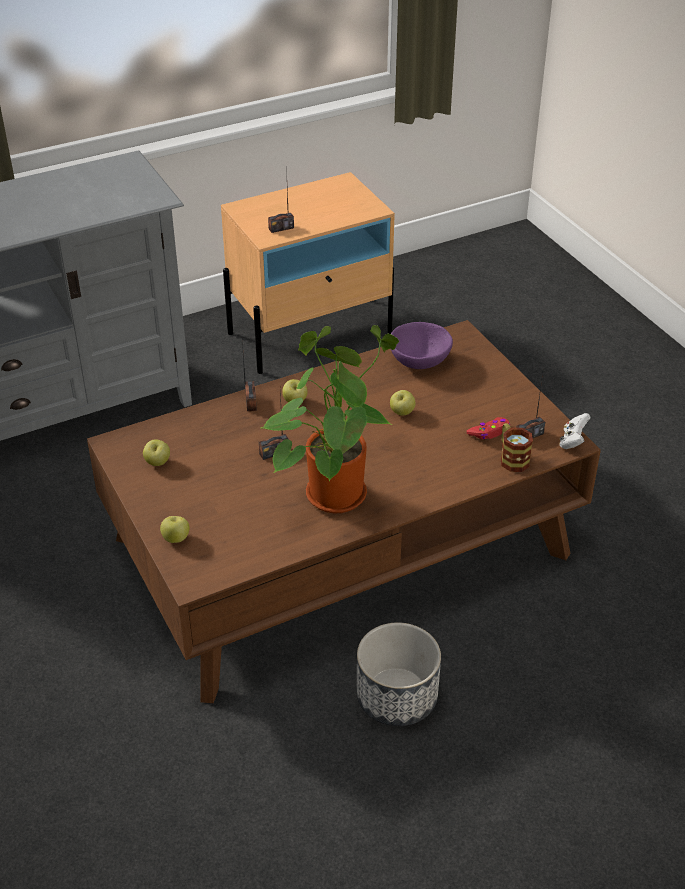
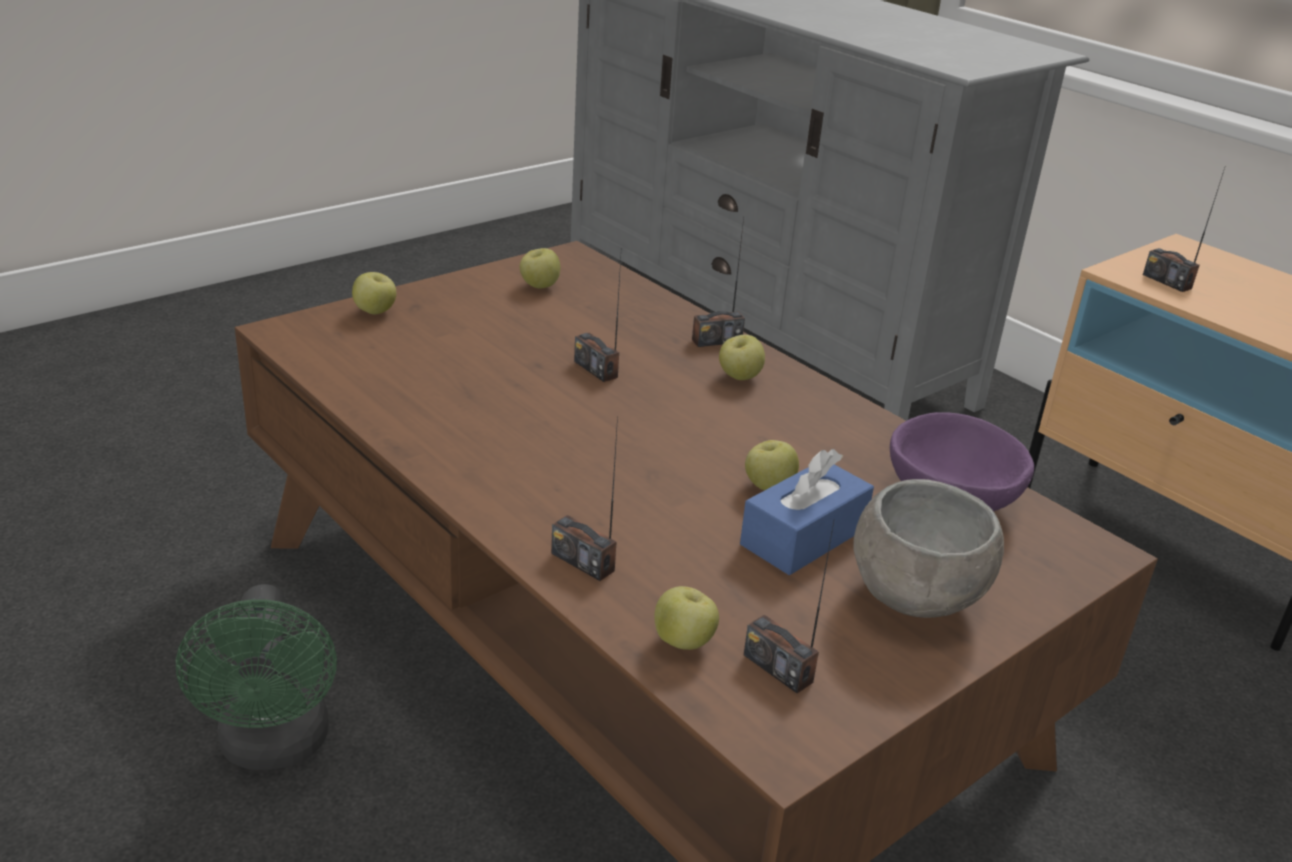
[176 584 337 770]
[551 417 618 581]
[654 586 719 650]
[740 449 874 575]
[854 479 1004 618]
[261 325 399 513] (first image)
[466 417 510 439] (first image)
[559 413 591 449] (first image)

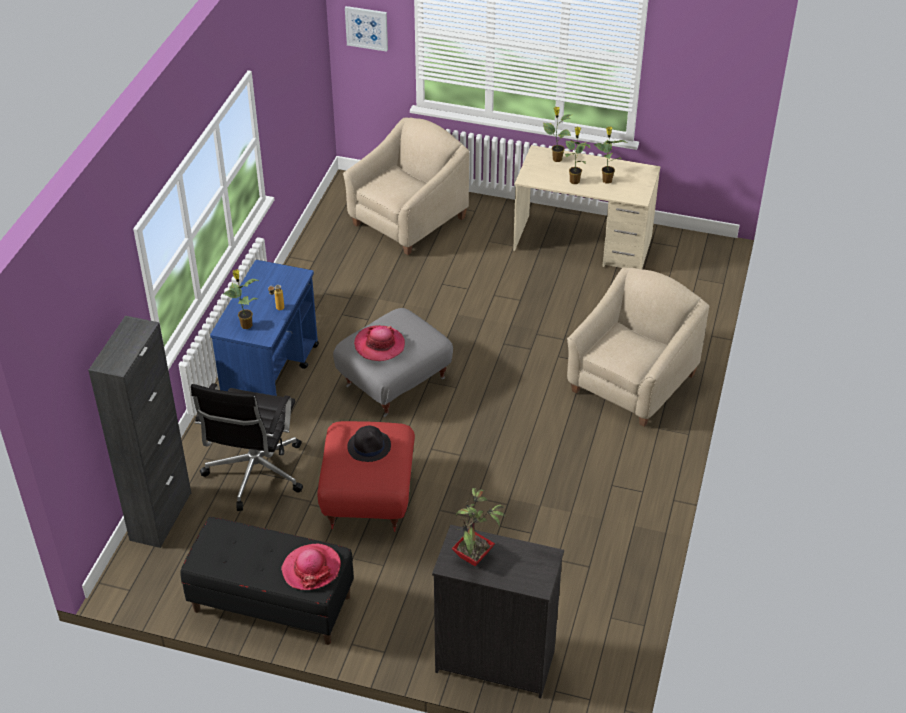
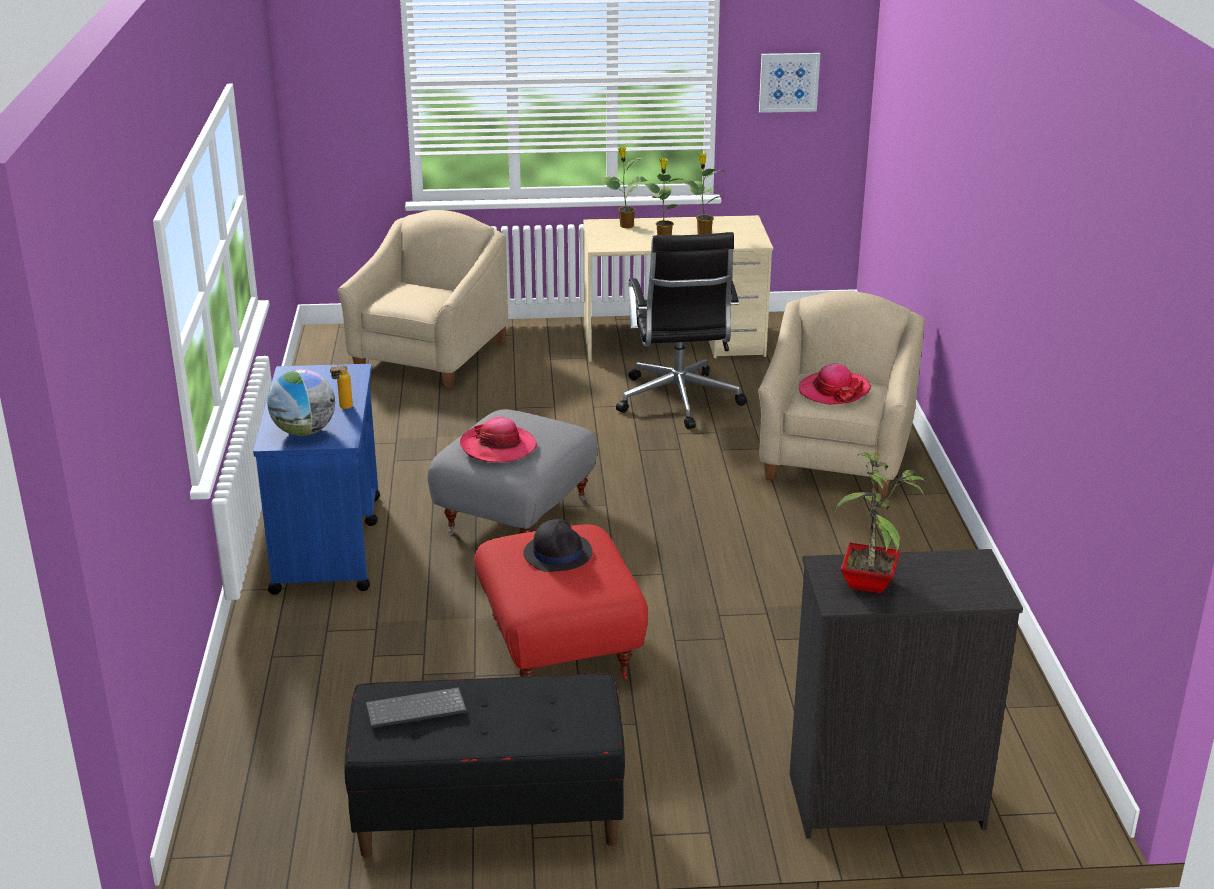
[267 369 335 436]
[366 687 466 728]
[616 232 747 429]
[759 53 820 113]
[799 363 871 405]
[88 316 191 548] (first image)

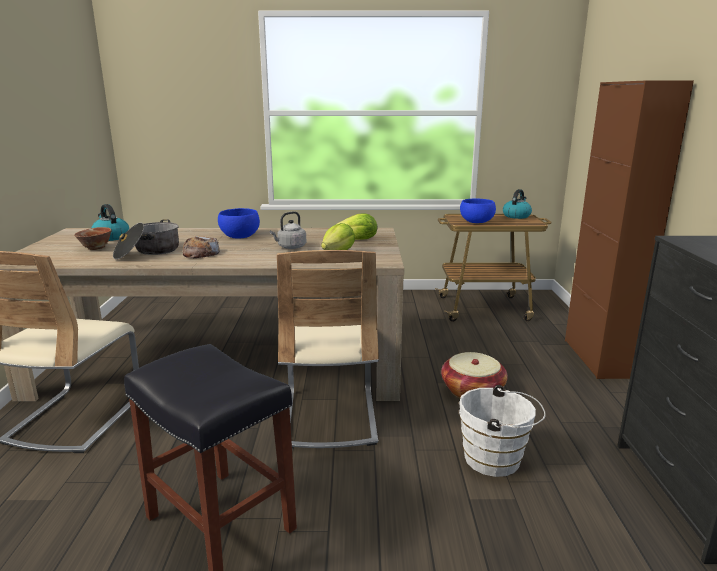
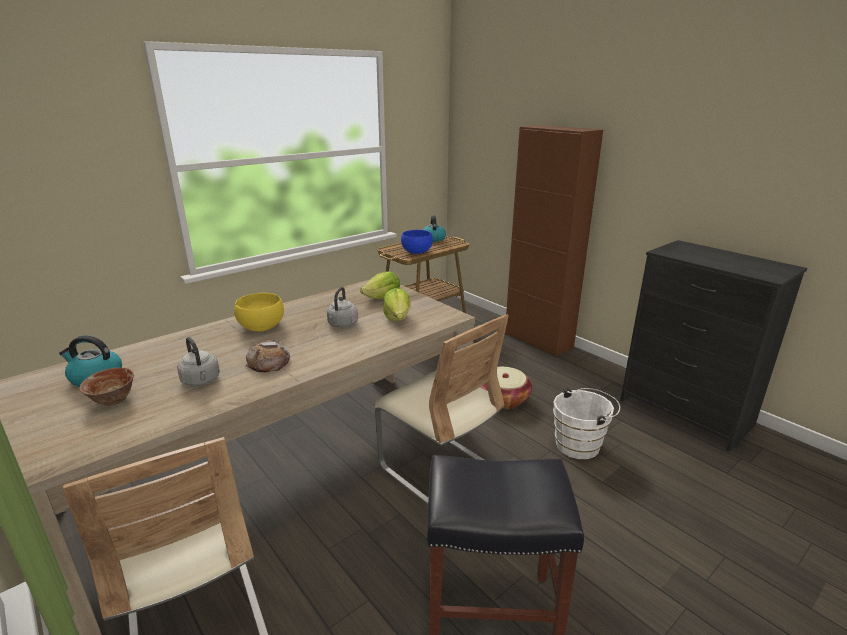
[177 337 220 386]
[234 293 284 332]

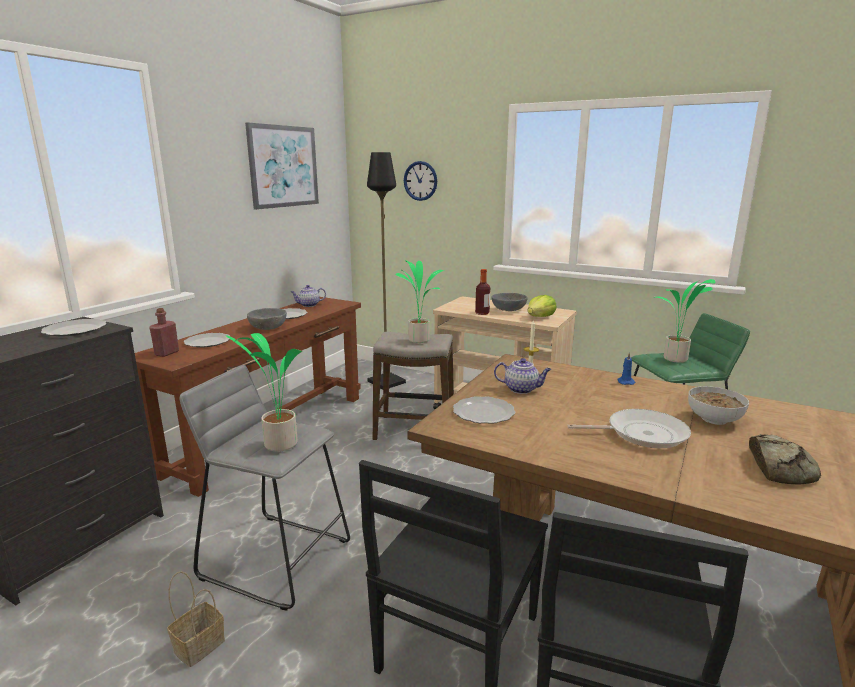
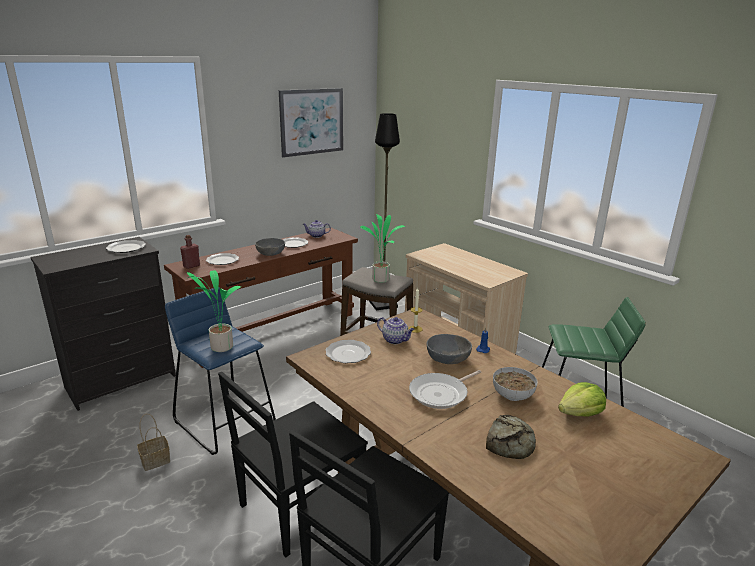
[165 287 276 455]
[409 370 481 409]
[426 334 472 364]
[558 382 606 417]
[404 161 437 201] (first image)
[475 269 490 315] (first image)
[656 279 715 363] (first image)

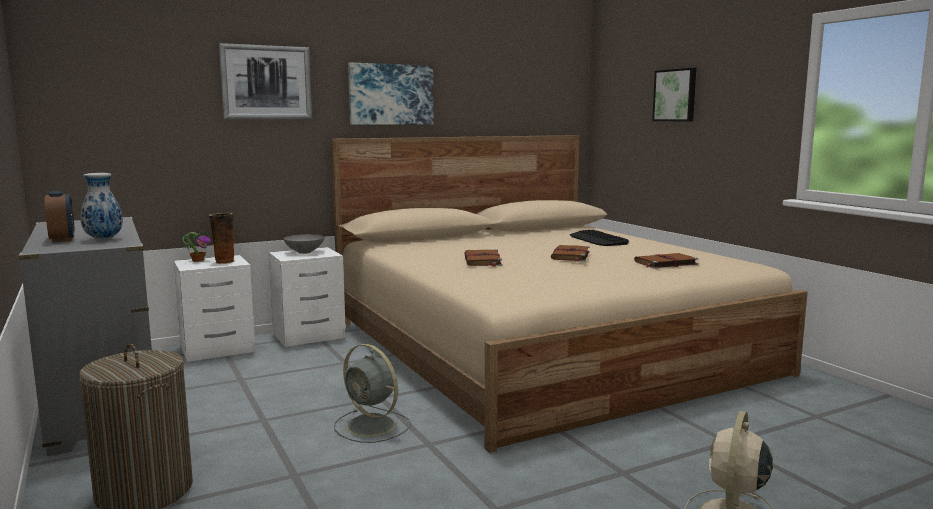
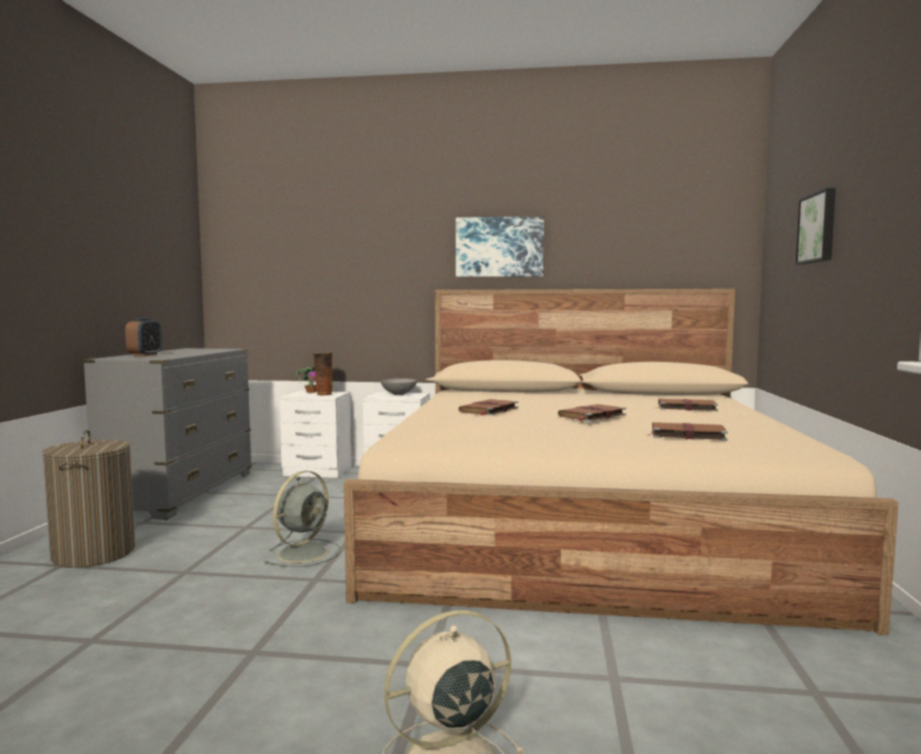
[264 471 341 567]
[658 399 718 411]
[80 173 123 240] (first image)
[219 43 312 119] (first image)

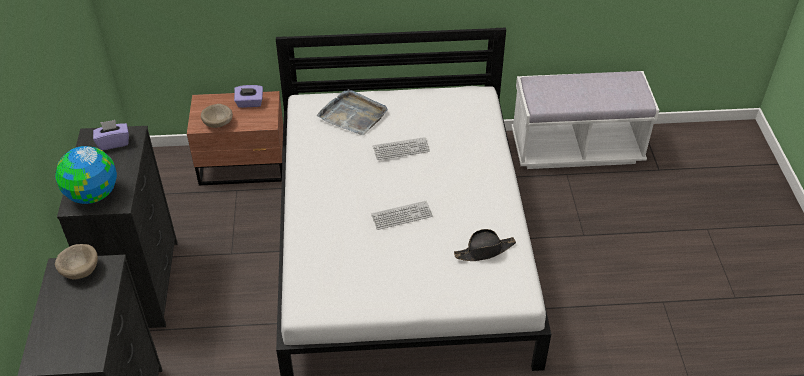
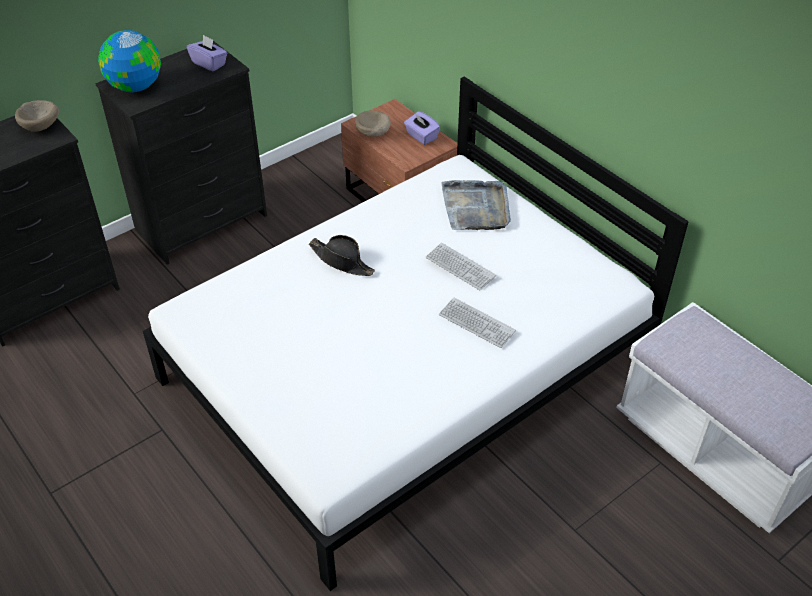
[309 235 375 276]
[439 298 516 348]

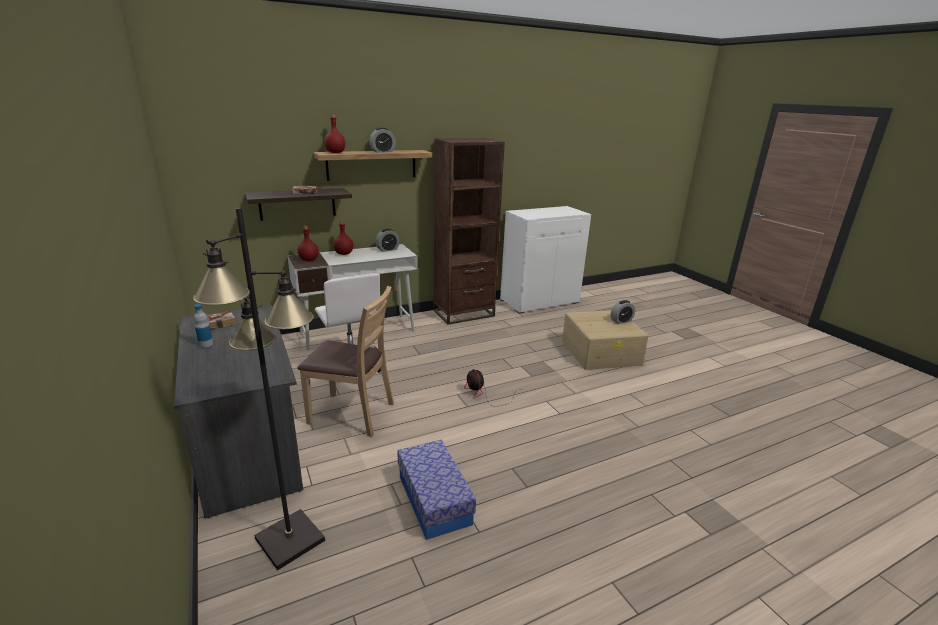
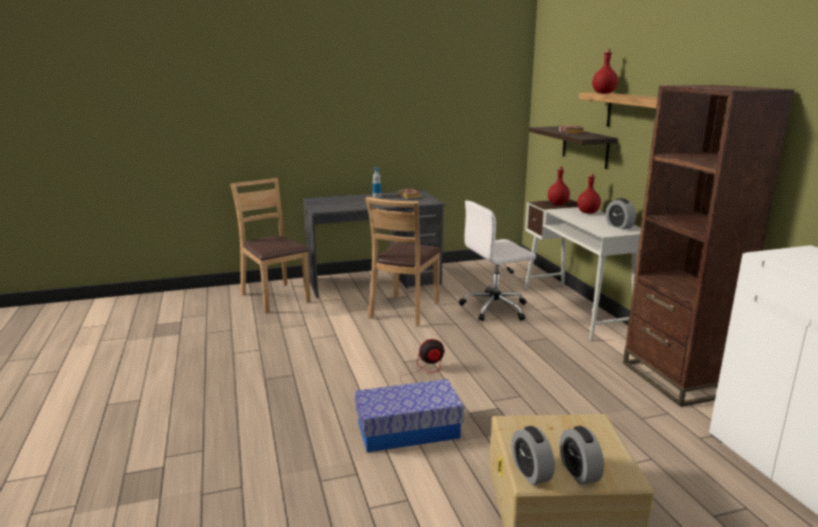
[230 178 311 313]
[355 379 464 452]
[511 426 555 485]

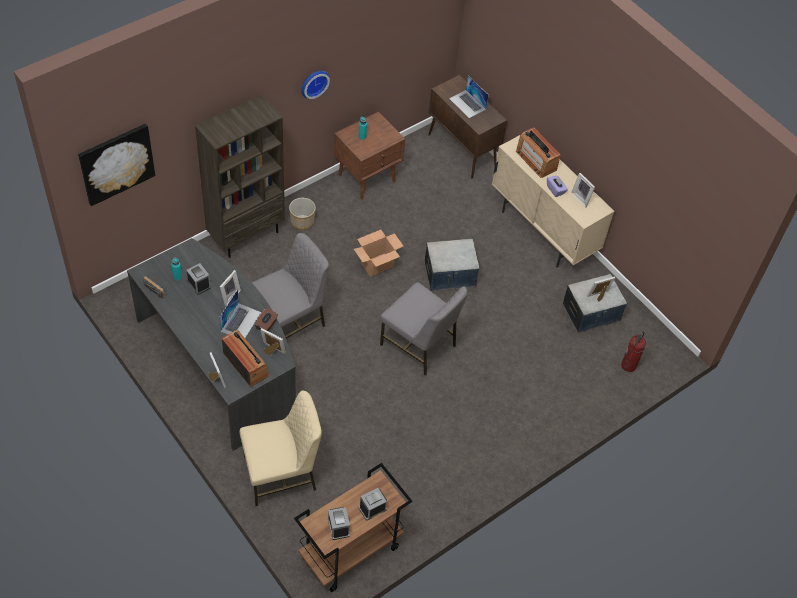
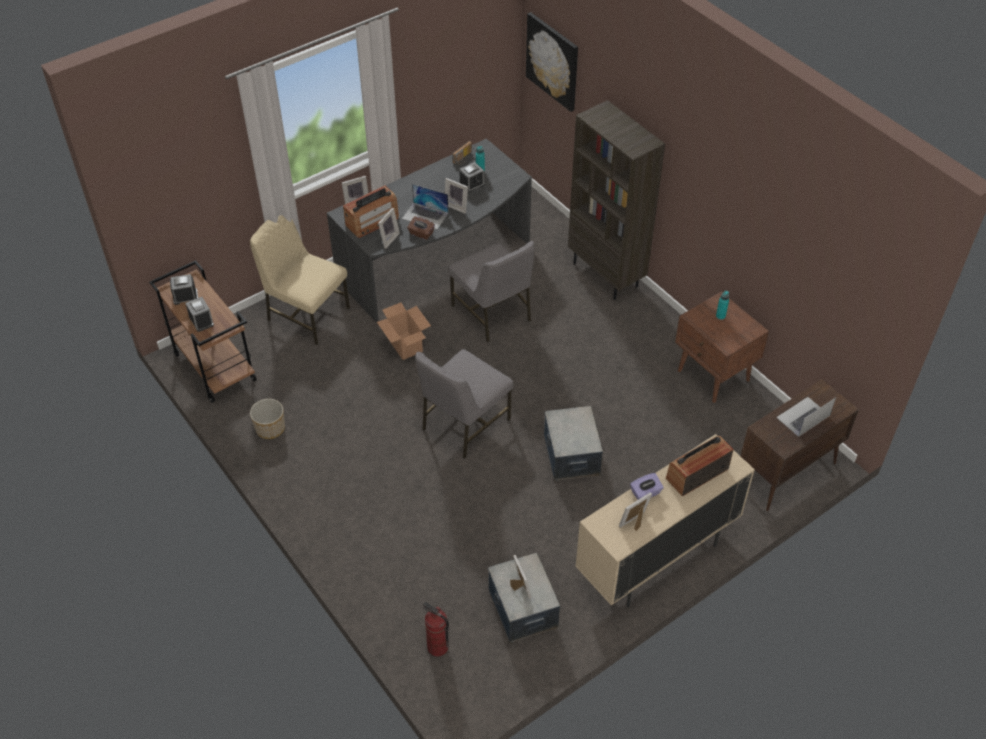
[250 215 350 345]
[250 399 285 439]
[377 303 431 360]
[301 71 330 99] (first image)

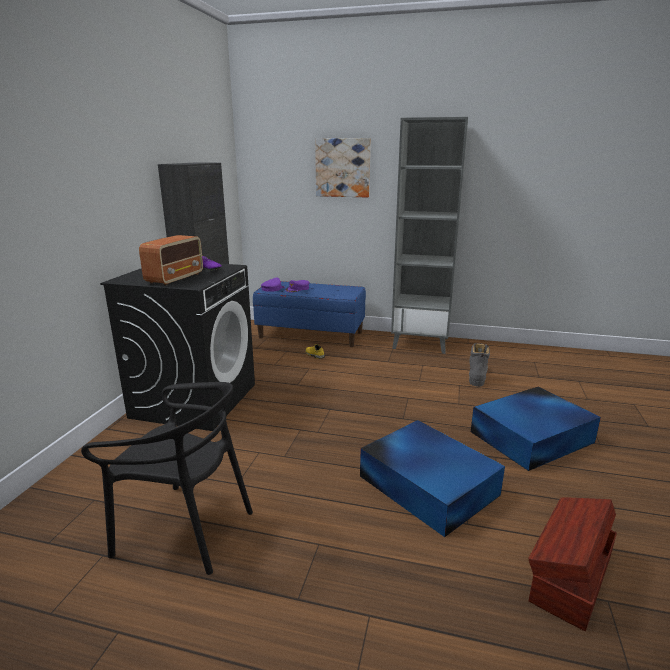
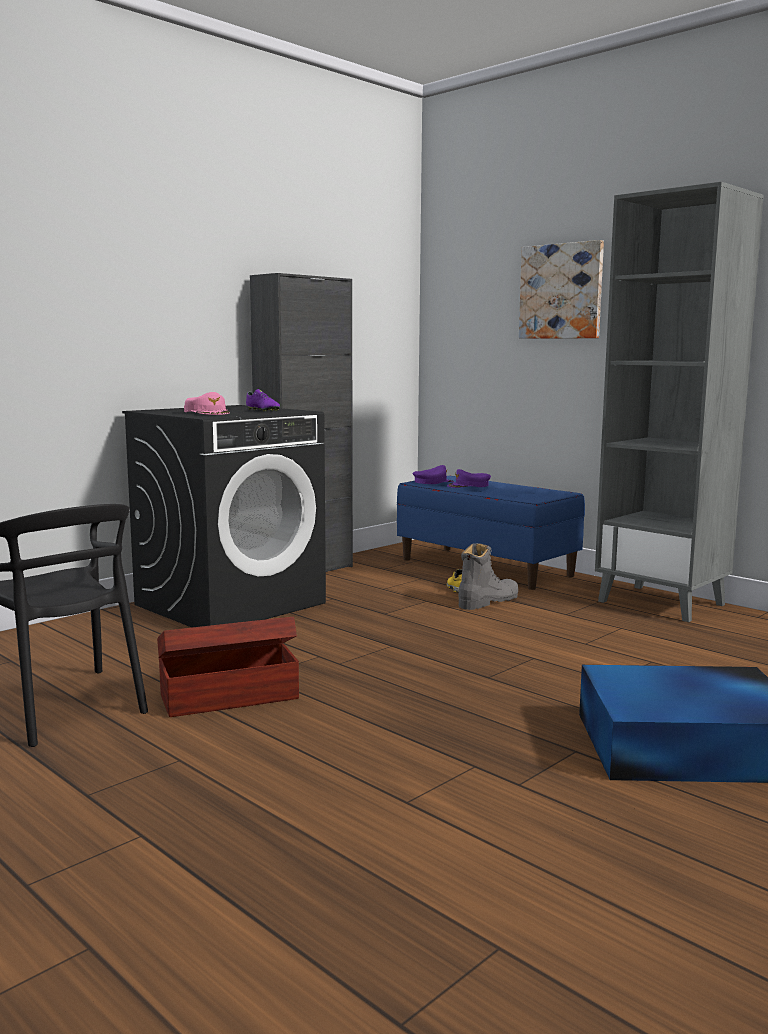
[157 617 299 717]
[184 392 230 415]
[458 543 518 610]
[360 420 505 537] (first image)

